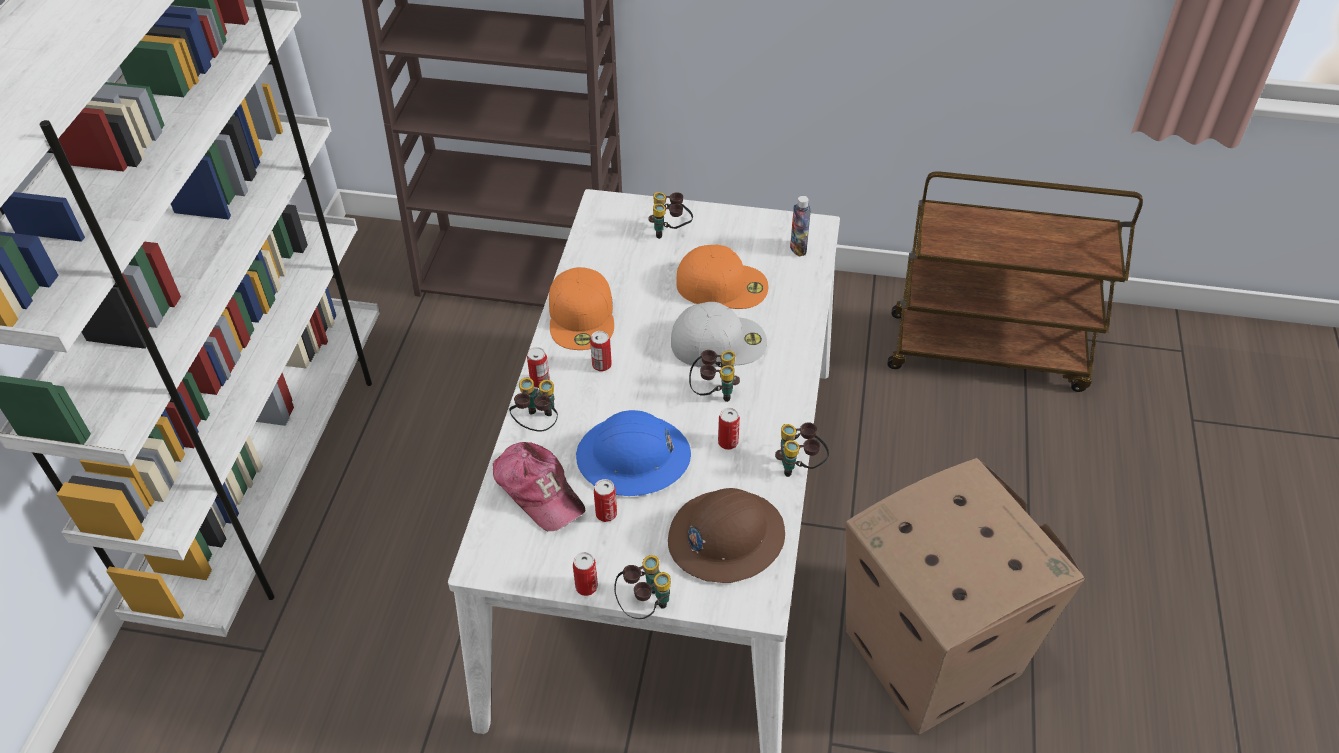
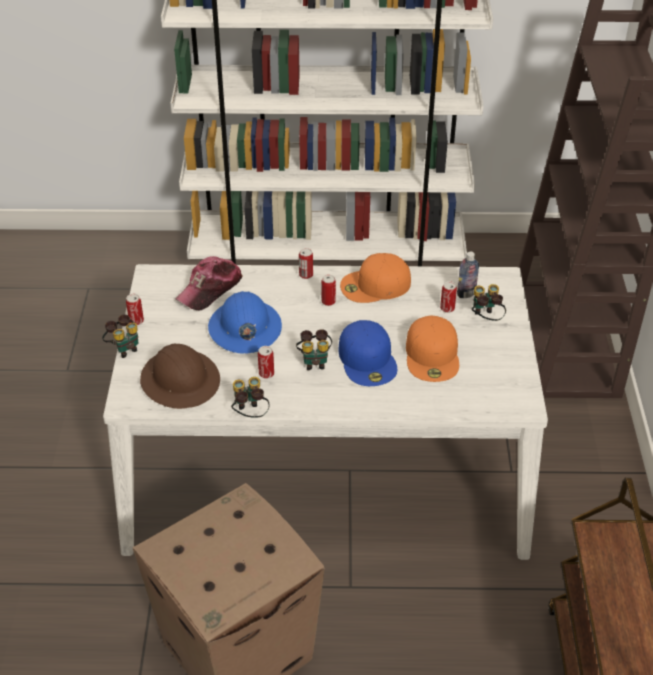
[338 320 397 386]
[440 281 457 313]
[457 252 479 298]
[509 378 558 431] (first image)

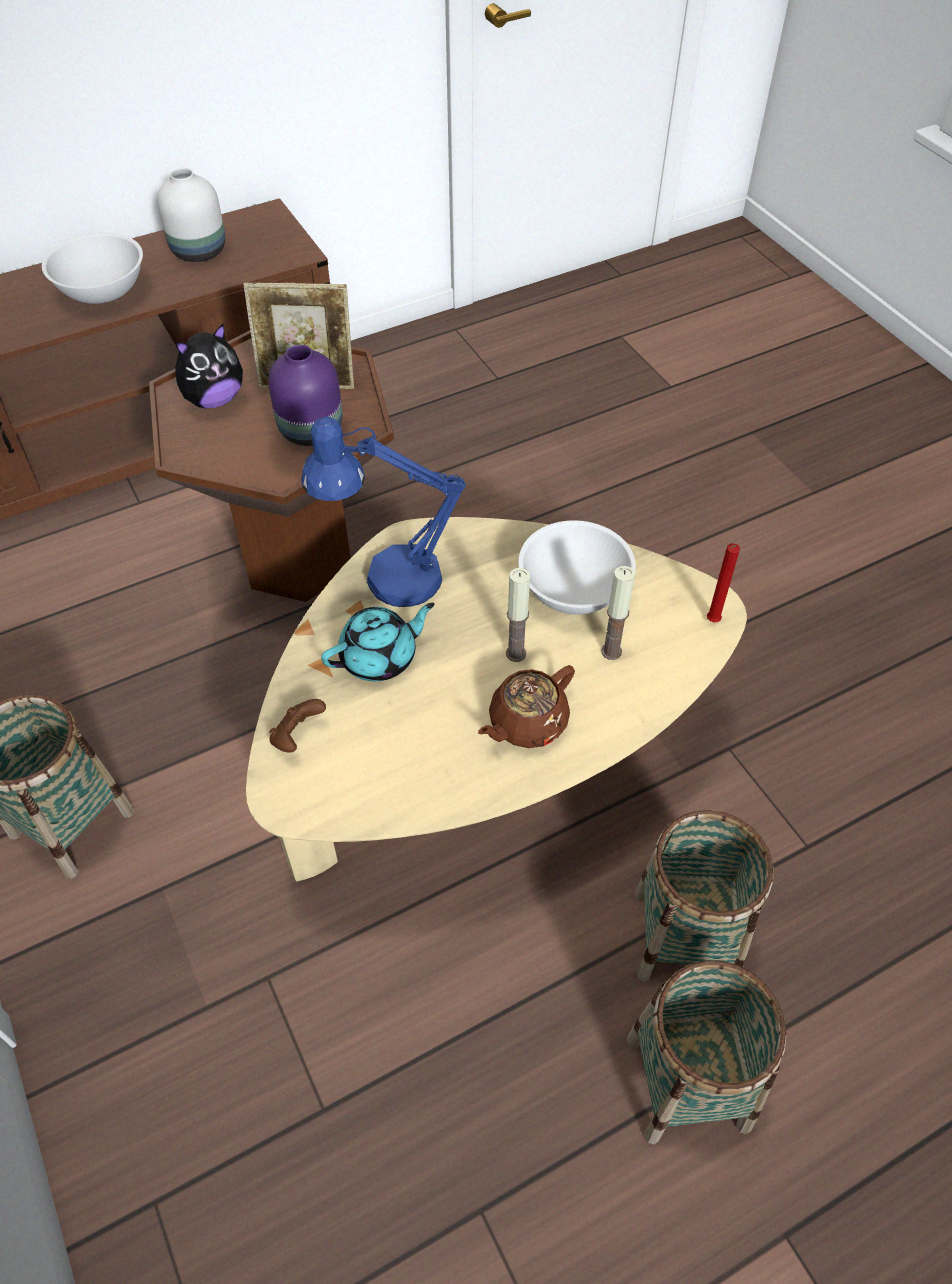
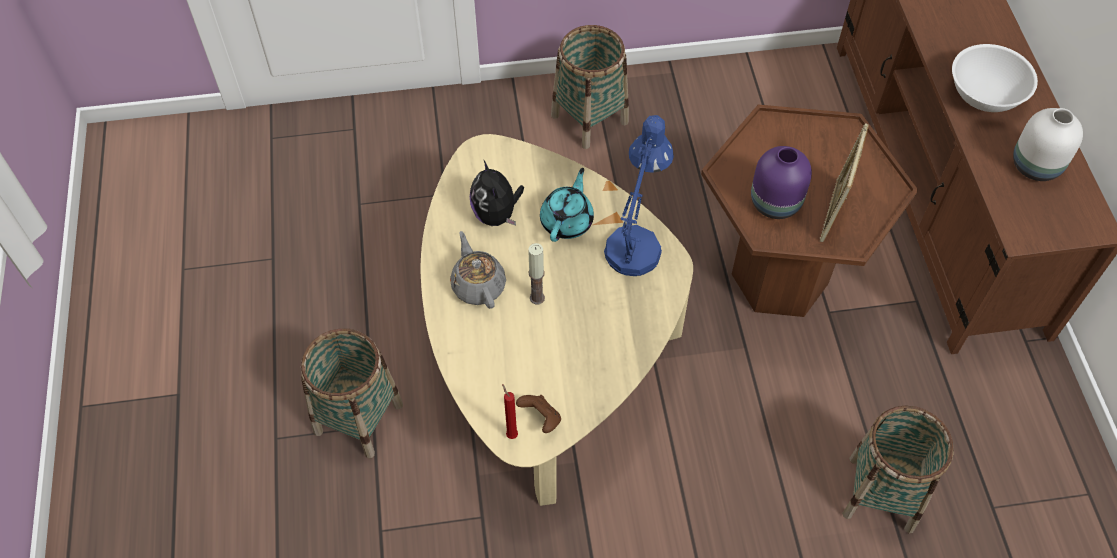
[450 231 506 309]
[470 159 524 226]
[516 395 561 433]
[540 168 594 242]
[842 406 954 534]
[519 520 636 615] (first image)
[601 566 635 660] (first image)

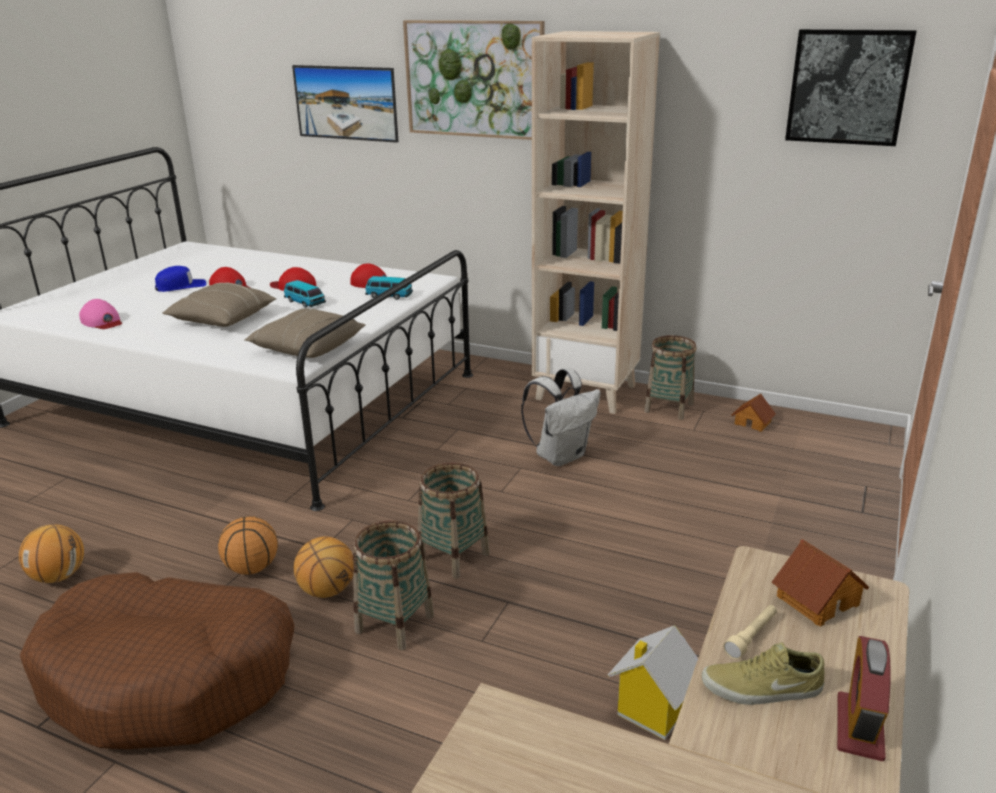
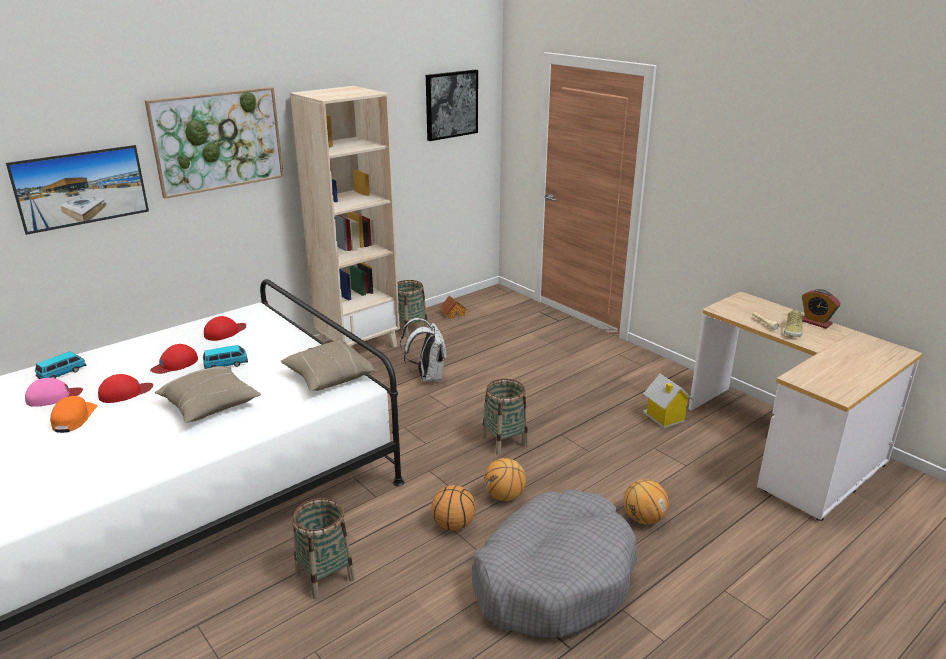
[25 378 83 407]
[35 352 87 379]
[50 396 97 433]
[292 498 355 599]
[472 489 637 637]
[624 479 669 524]
[771 539 869 627] (first image)

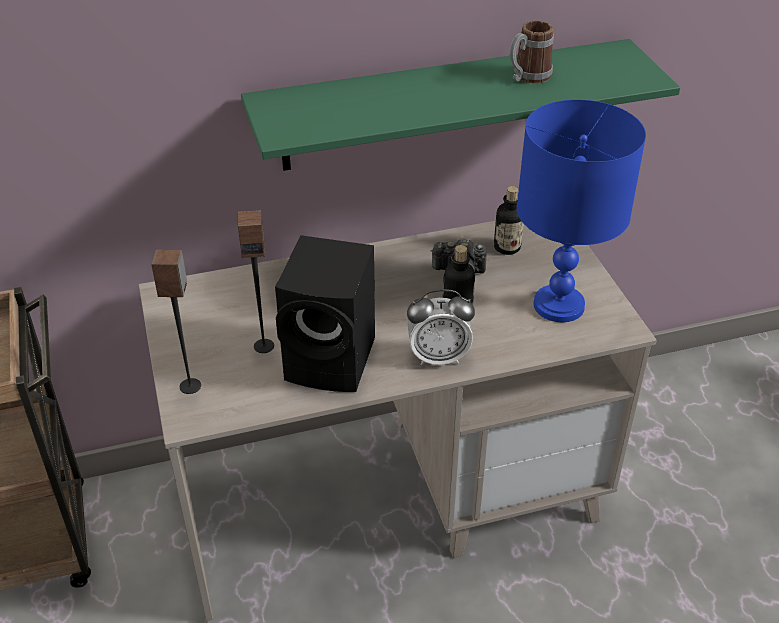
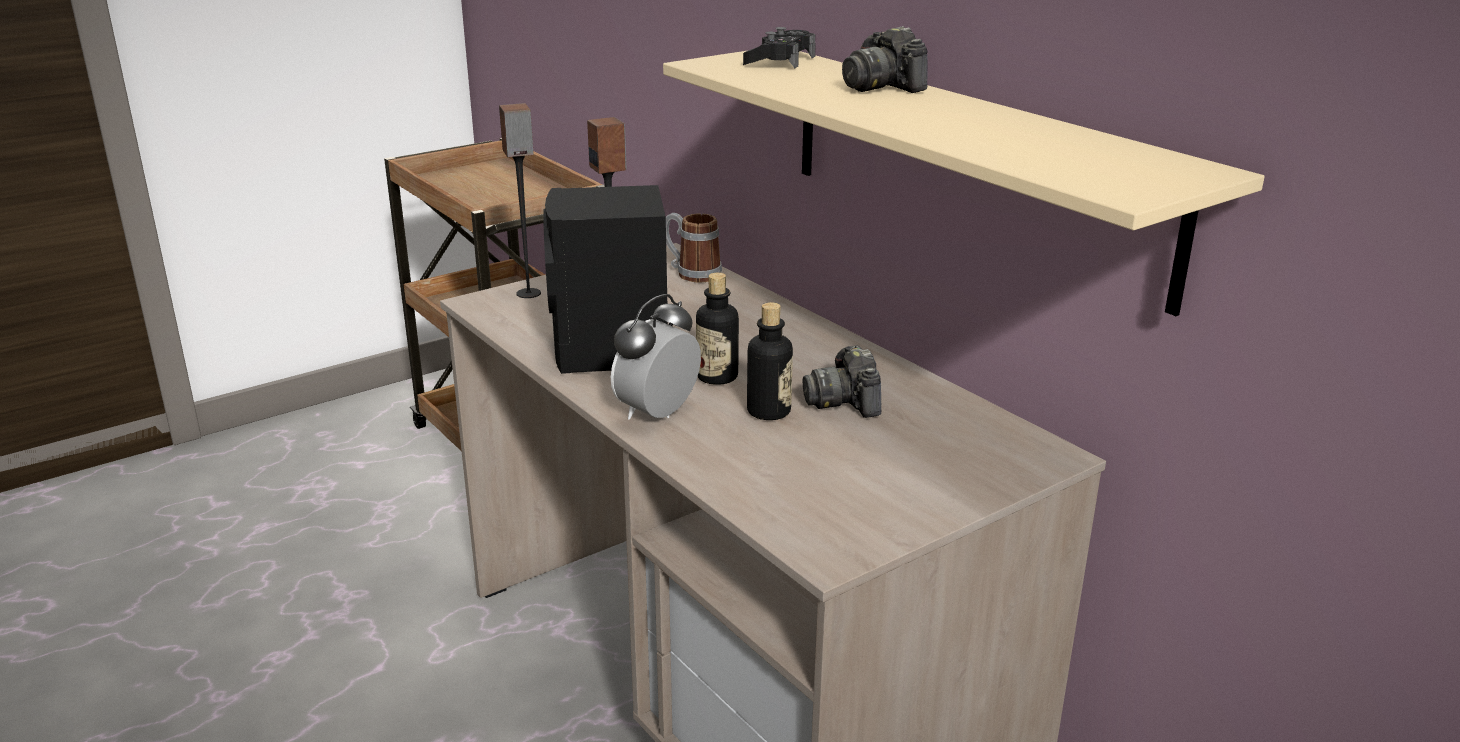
[611 294 701 420]
[663 51 1264 316]
[666 213 722 283]
[696 273 739 385]
[743 27 816 68]
[842 26 928 93]
[517 100 646 322] (first image)

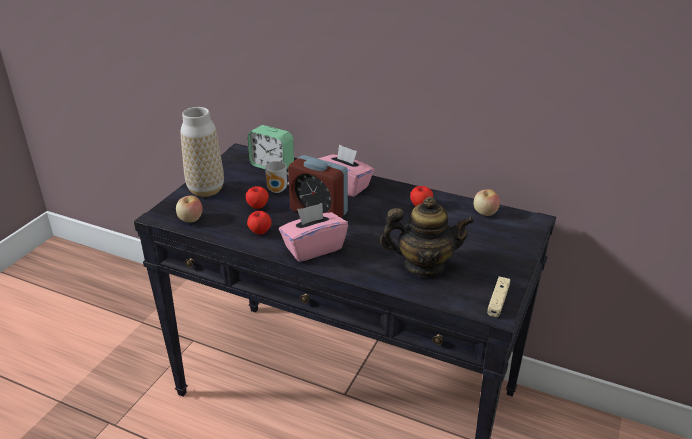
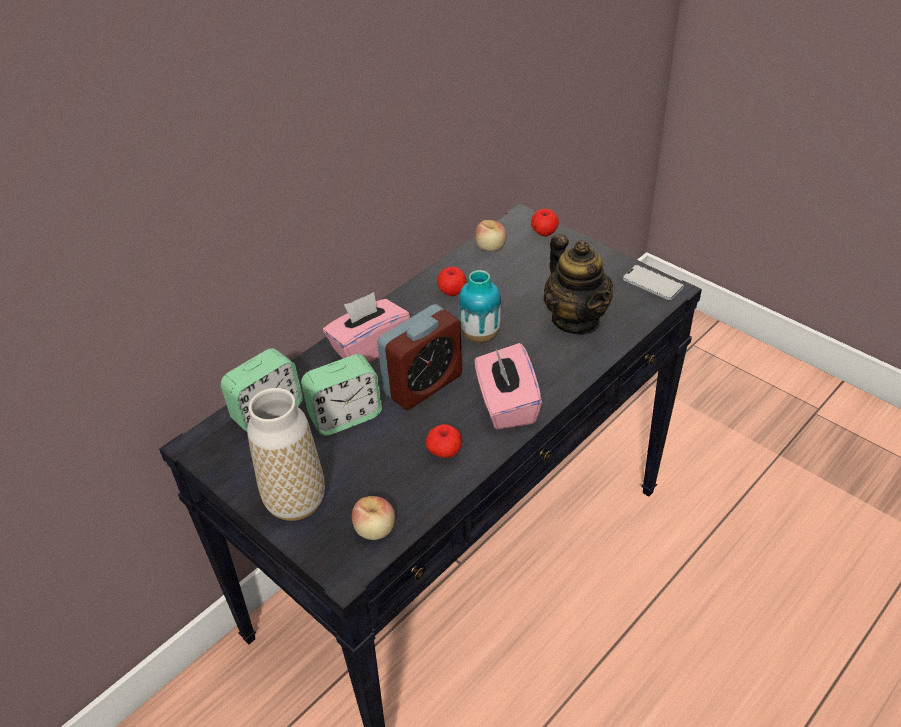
[301 354 382 436]
[459 270 501 343]
[531 209 559 236]
[543 234 613 335]
[623 265 684 300]

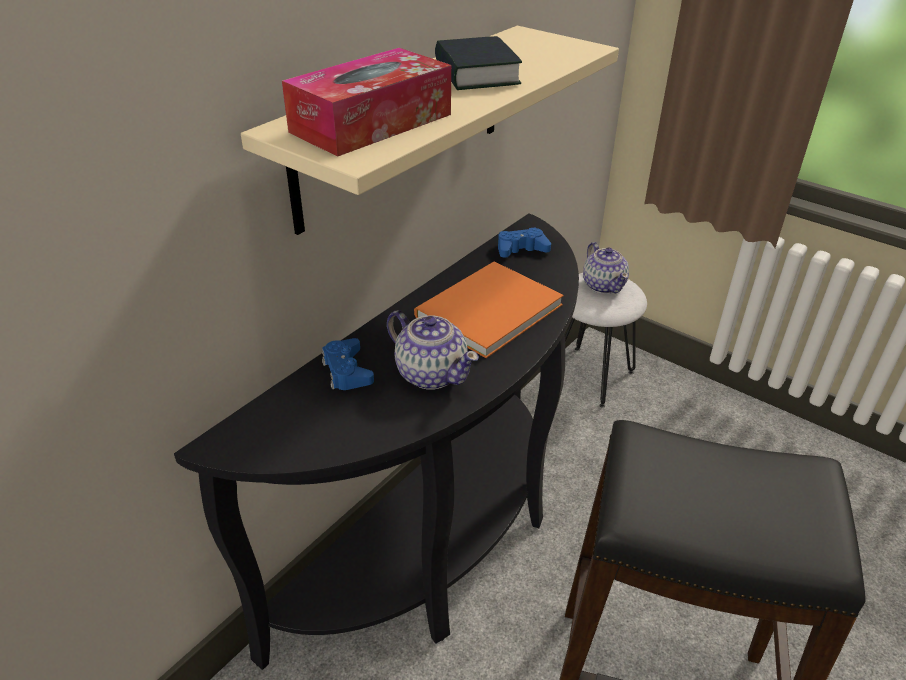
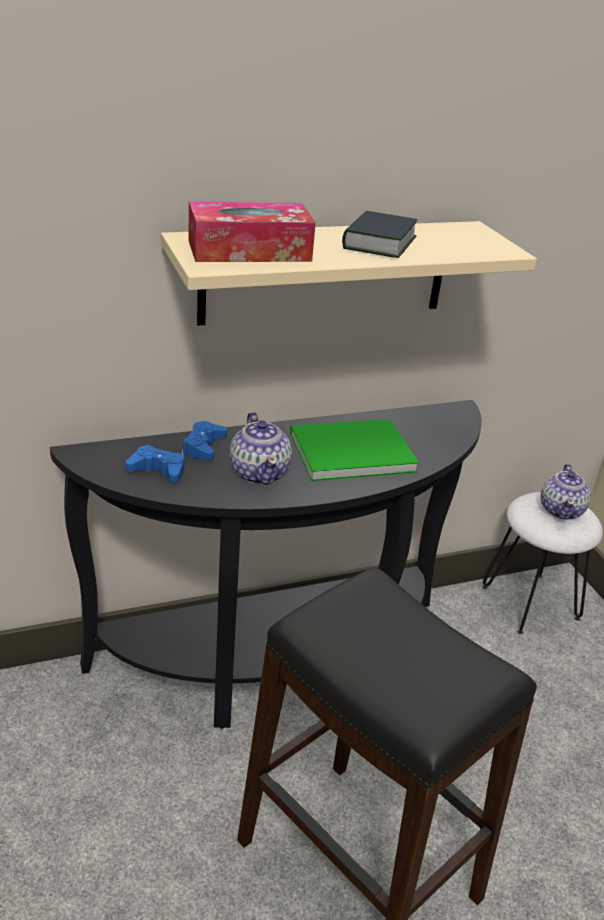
[126 445 184 483]
[290 419 419 481]

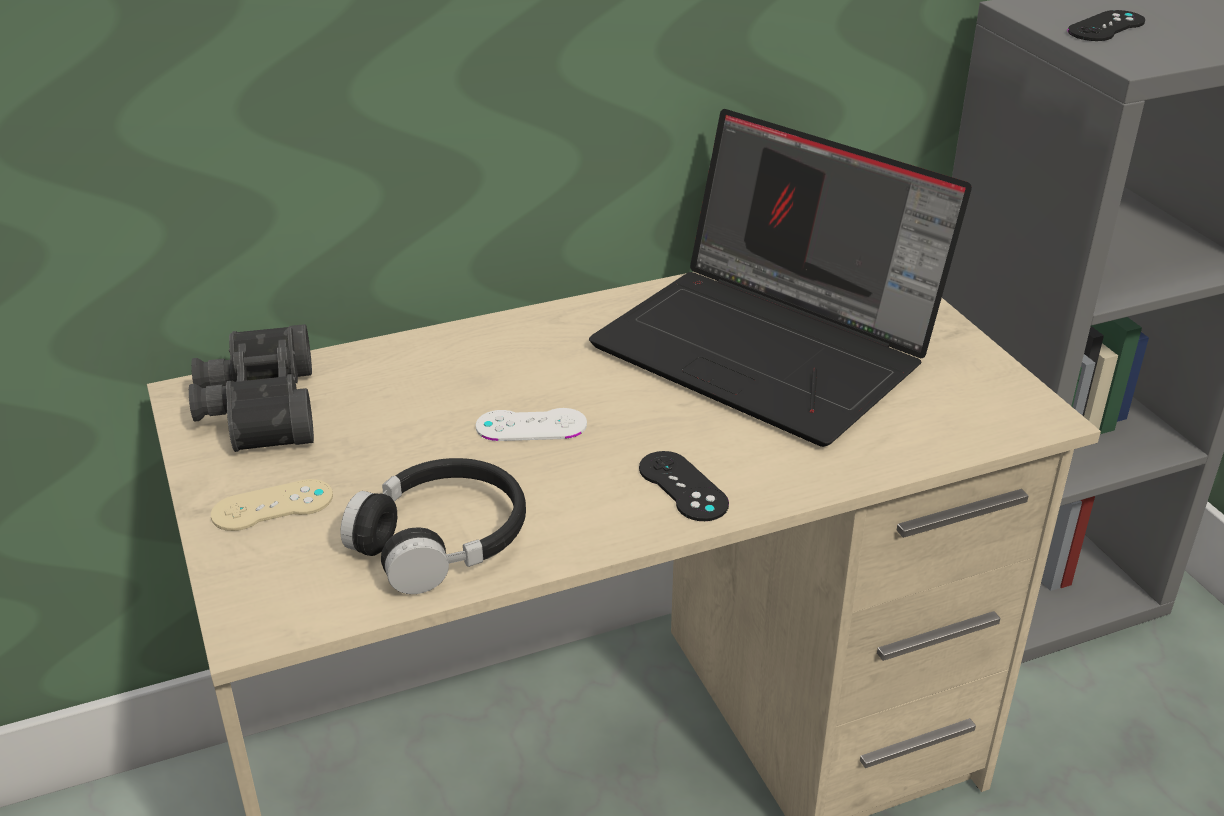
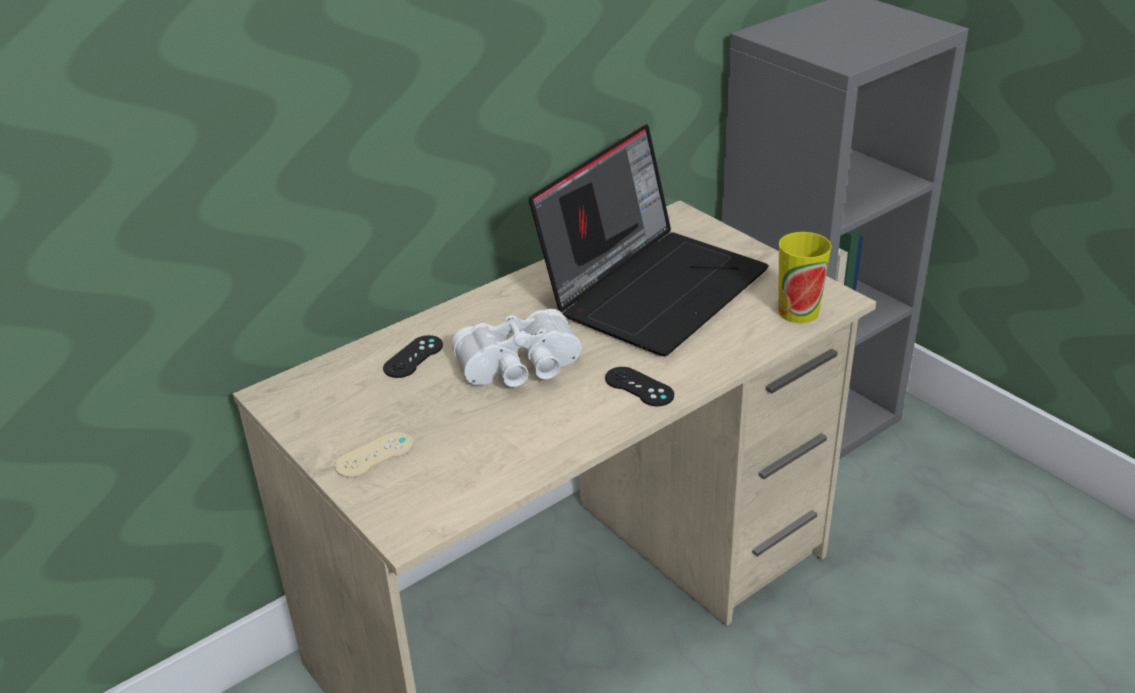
[383 335 443 378]
[451 309 582 387]
[529 124 769 356]
[778 232 832 323]
[189 324 314 452] (first image)
[340 458 526 594] (first image)

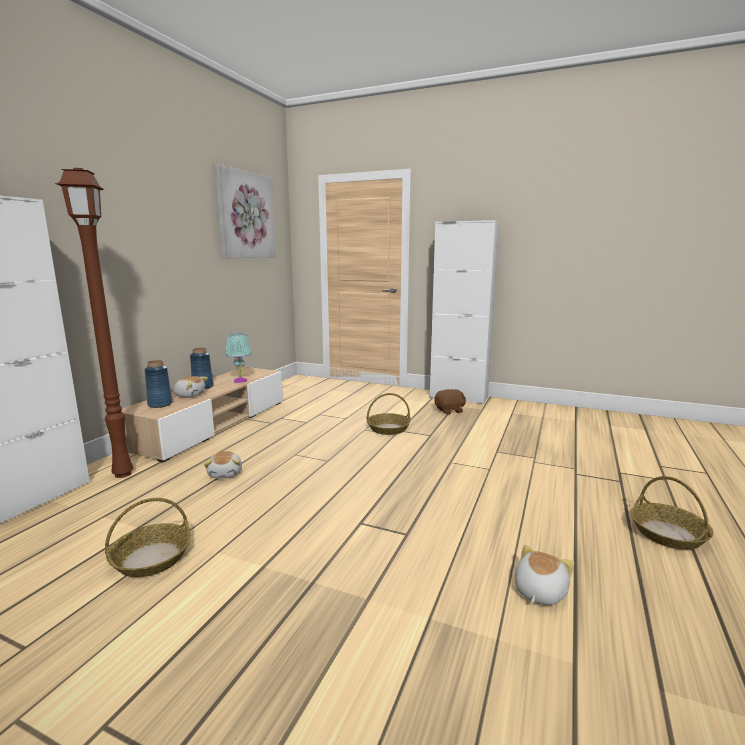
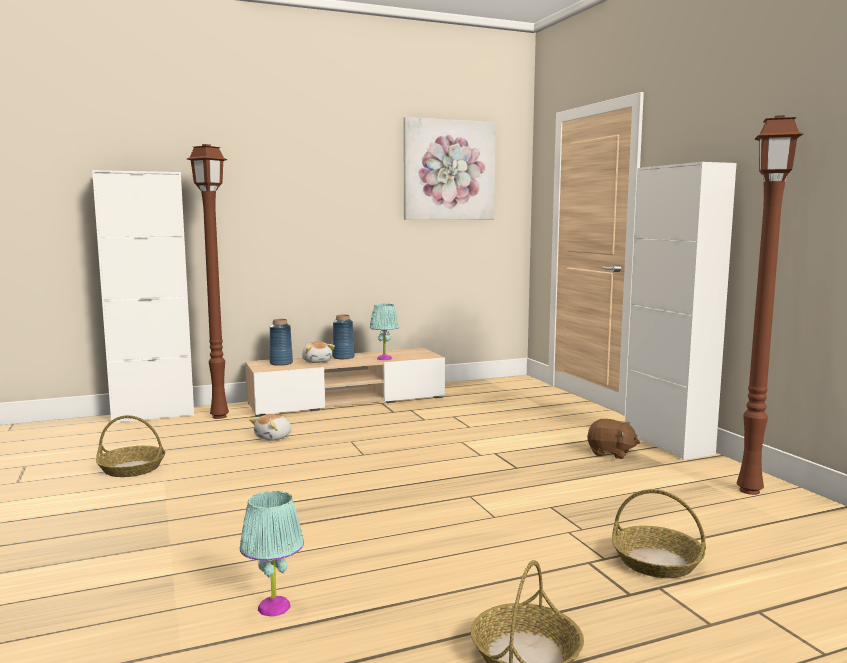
[240 491 304 617]
[612 489 706 578]
[737 115 803 495]

